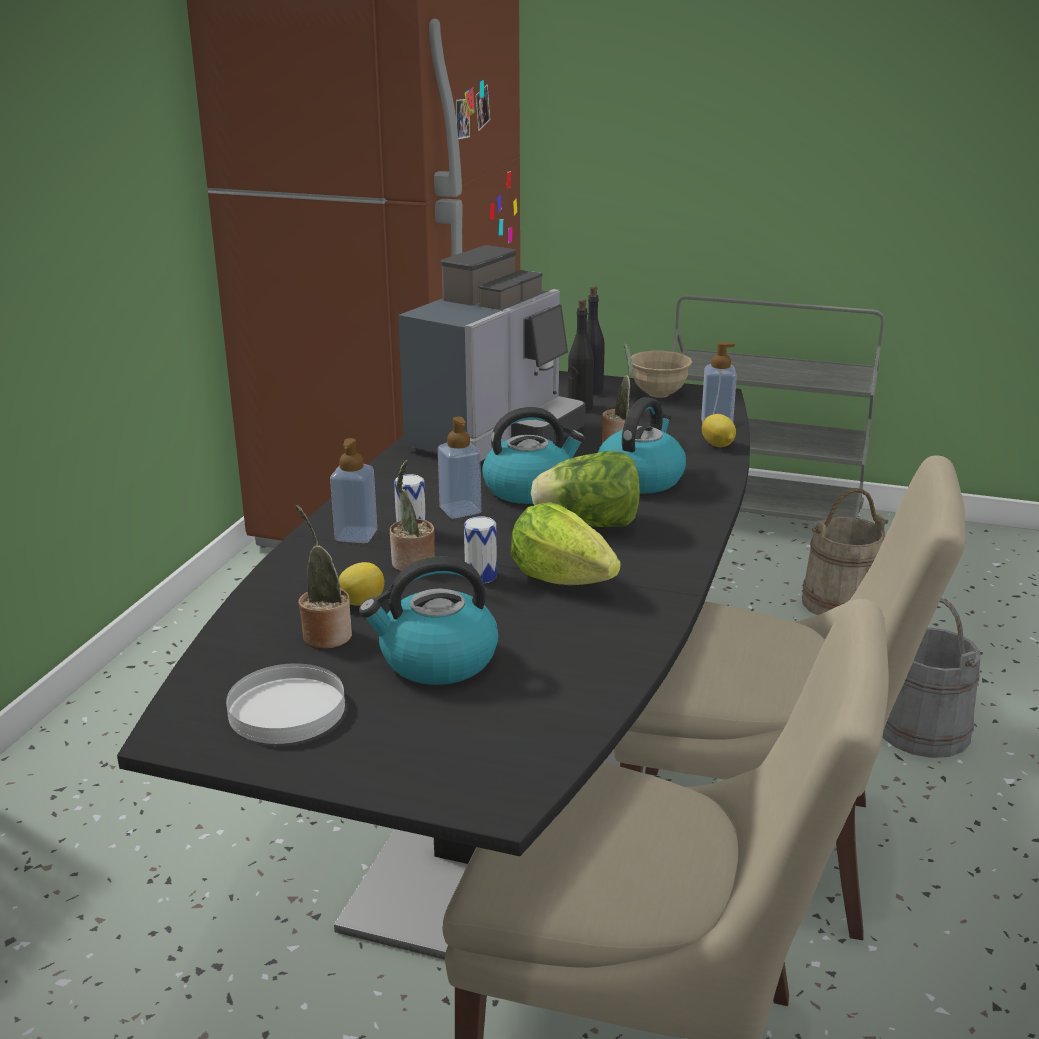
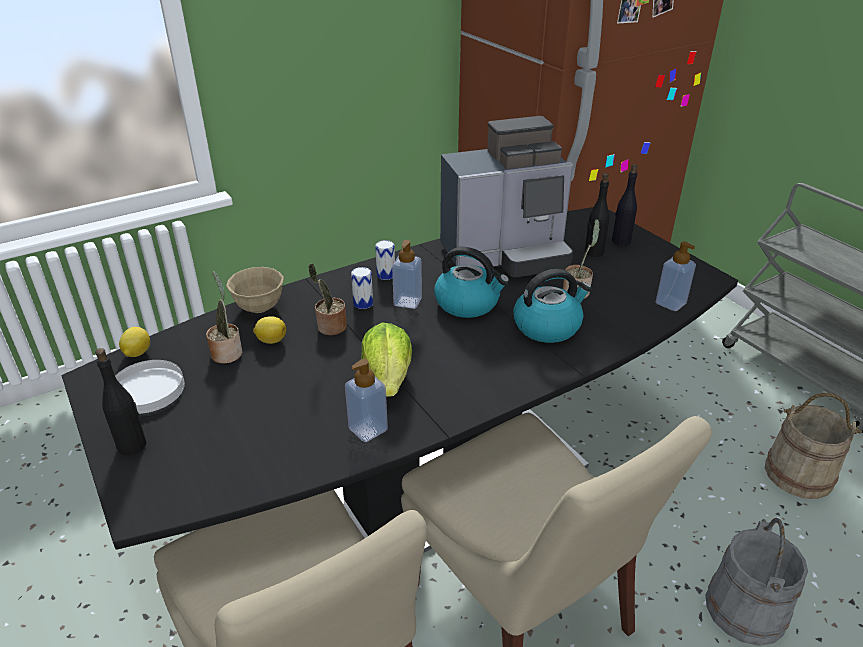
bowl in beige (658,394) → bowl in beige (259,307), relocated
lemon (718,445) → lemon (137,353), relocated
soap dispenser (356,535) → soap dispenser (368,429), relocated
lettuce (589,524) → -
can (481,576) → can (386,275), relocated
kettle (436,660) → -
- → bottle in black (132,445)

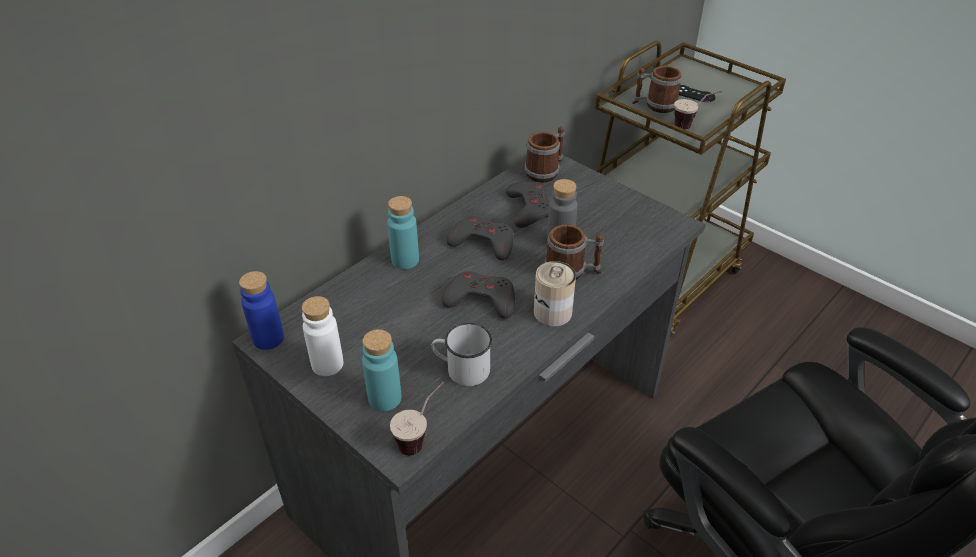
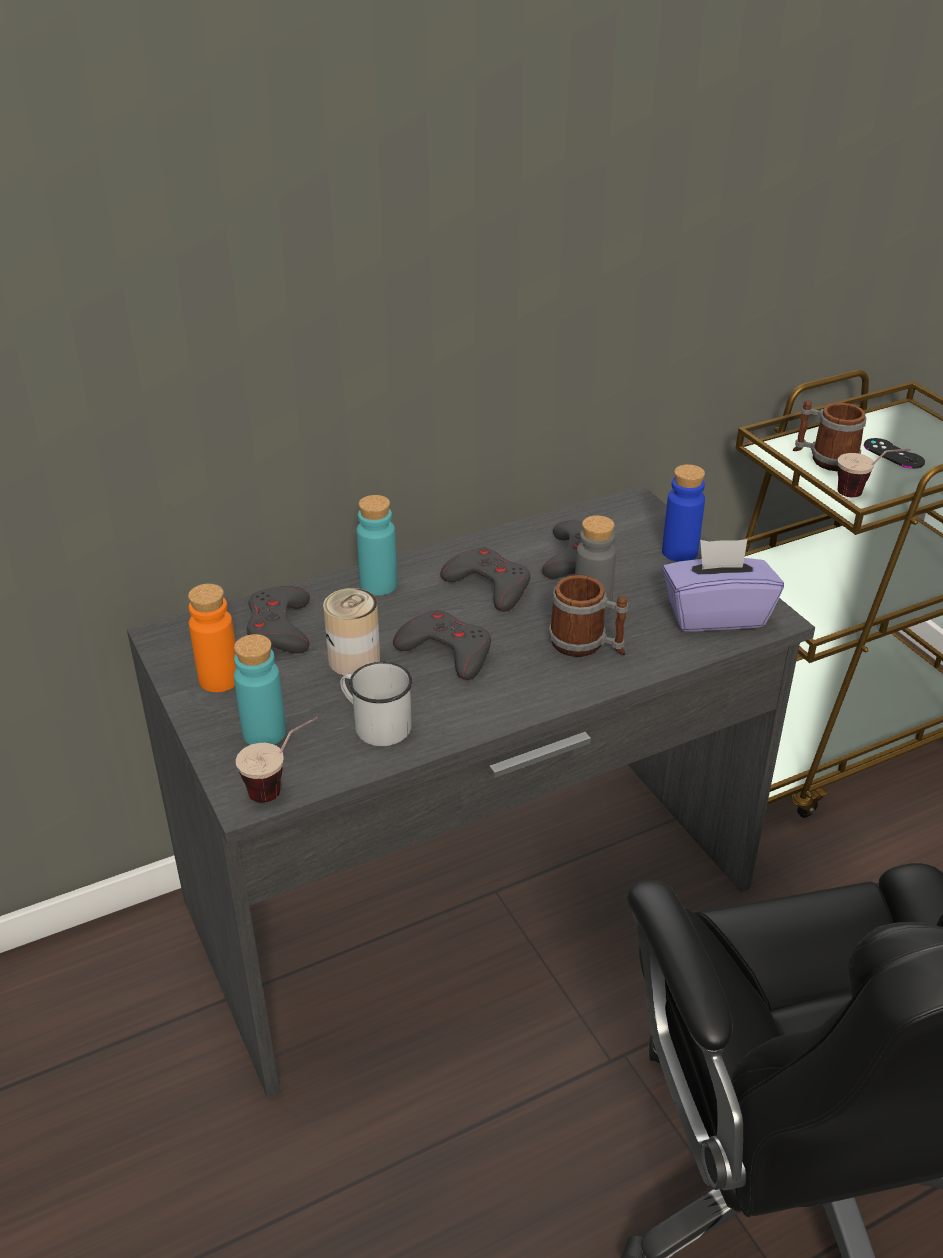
mug (546,171) → -
can (552,312) → can (354,659), relocated
bottle in blue (268,338) → bottle in blue (679,552), relocated
bottle in white (327,364) → bottle in orange (219,679)
- → tissue box in purple (715,614)
- → game controller in grey (280,628)

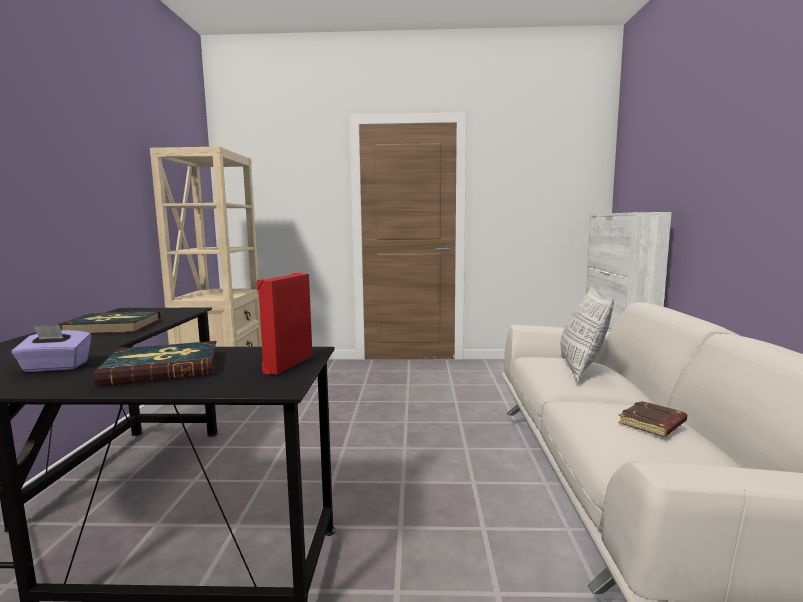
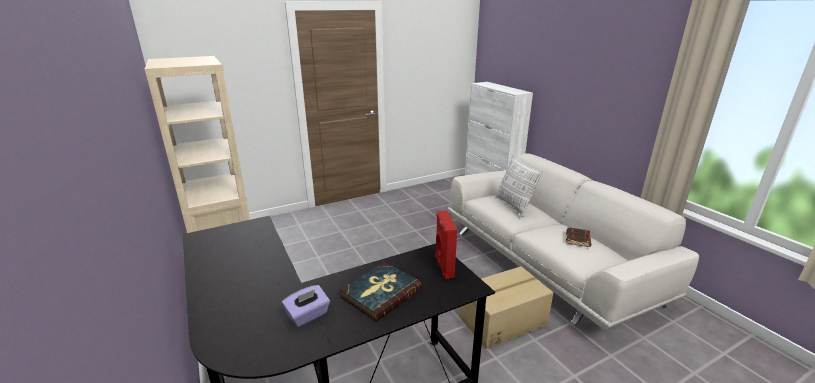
book (113,327) → -
- → cardboard box (501,320)

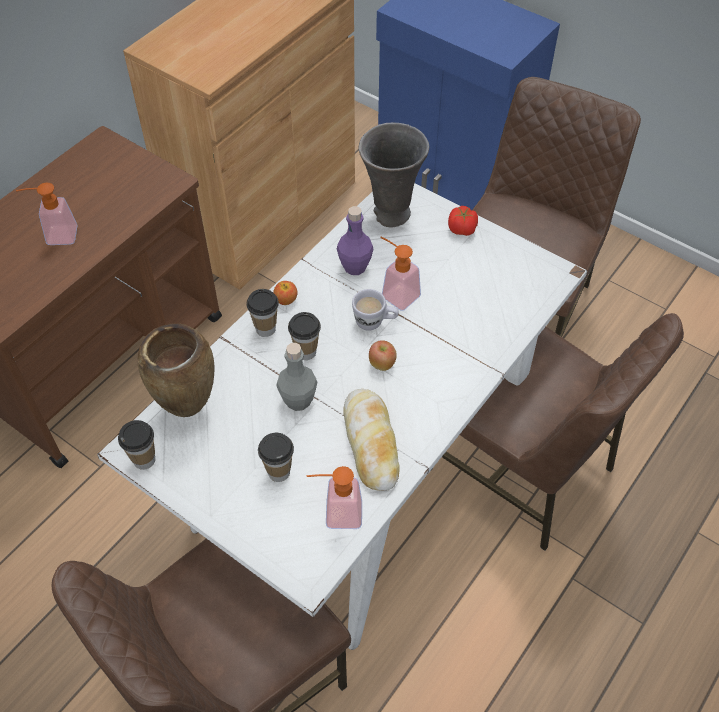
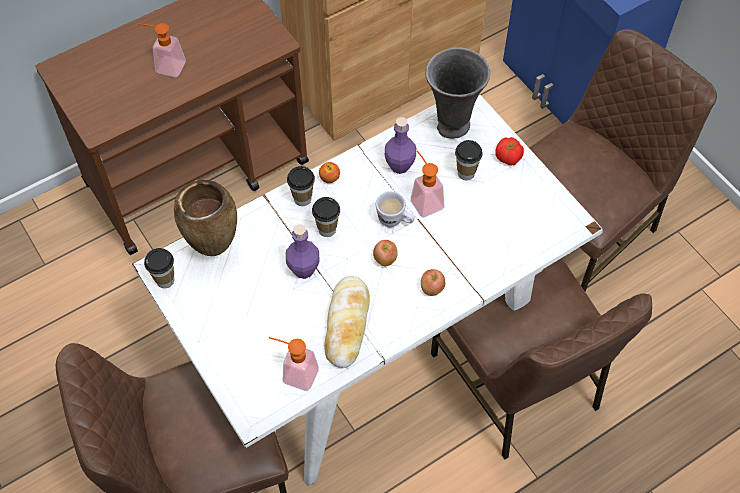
bottle in grey (298,400) → bottle in purple (303,269)
cup (279,472) → cup (466,173), relocated
- → apple (431,289)

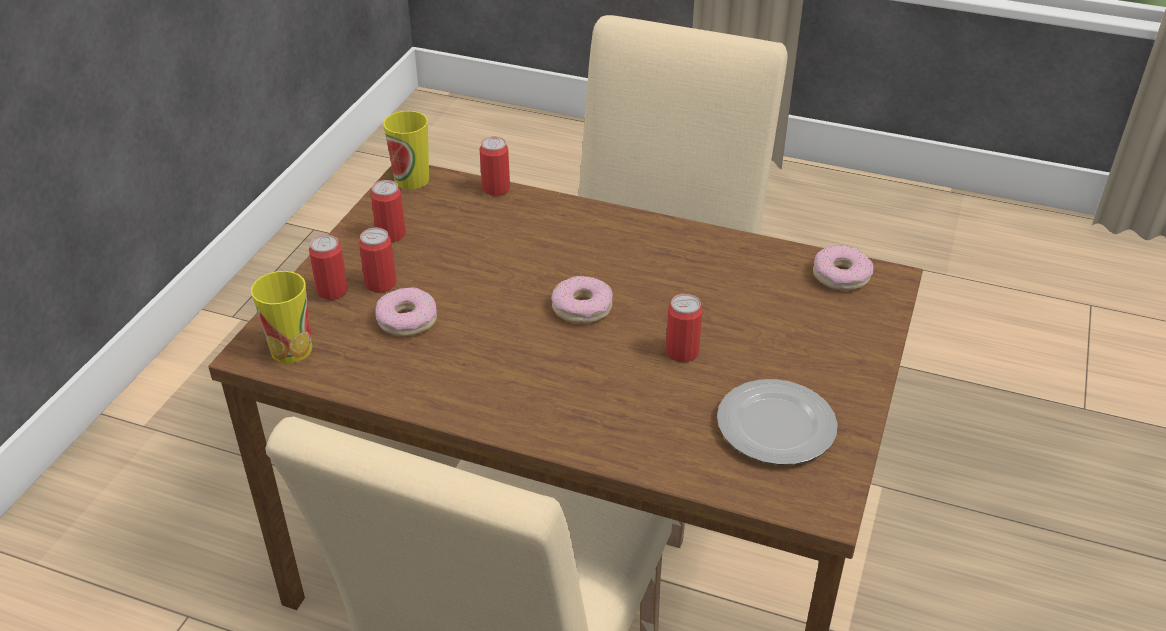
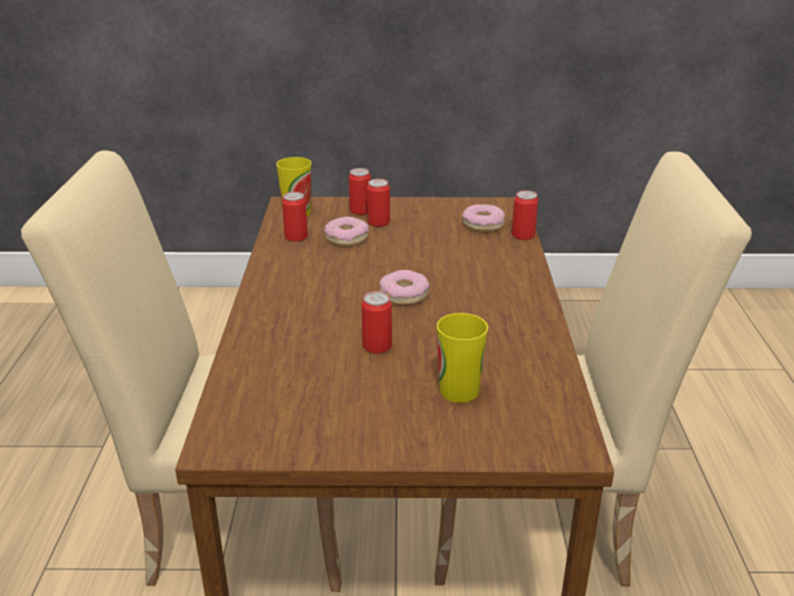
cup (412,180) → cup (459,390), relocated
can (391,234) → can (296,236), relocated
donut (841,275) → donut (483,224), relocated
plate (775,427) → -

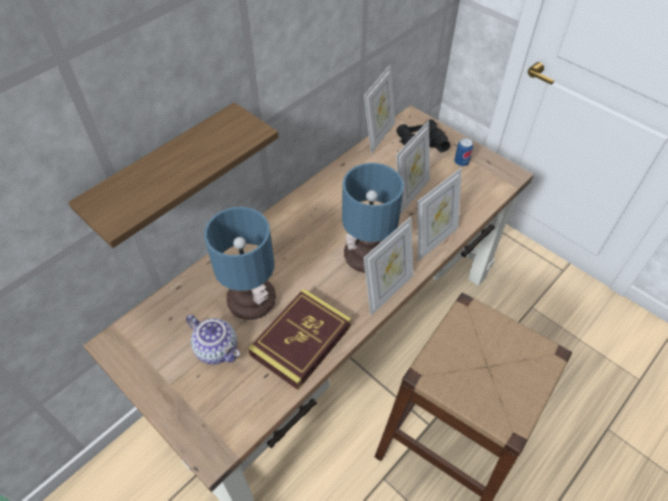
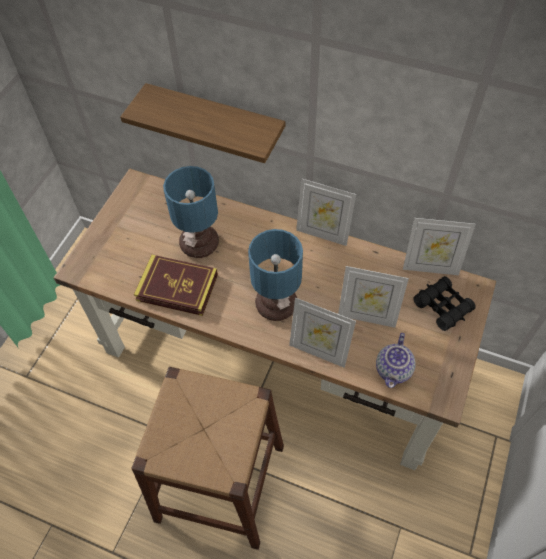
can (461,162) → -
picture frame (387,291) → picture frame (323,233), relocated
teapot (218,349) → teapot (394,370), relocated

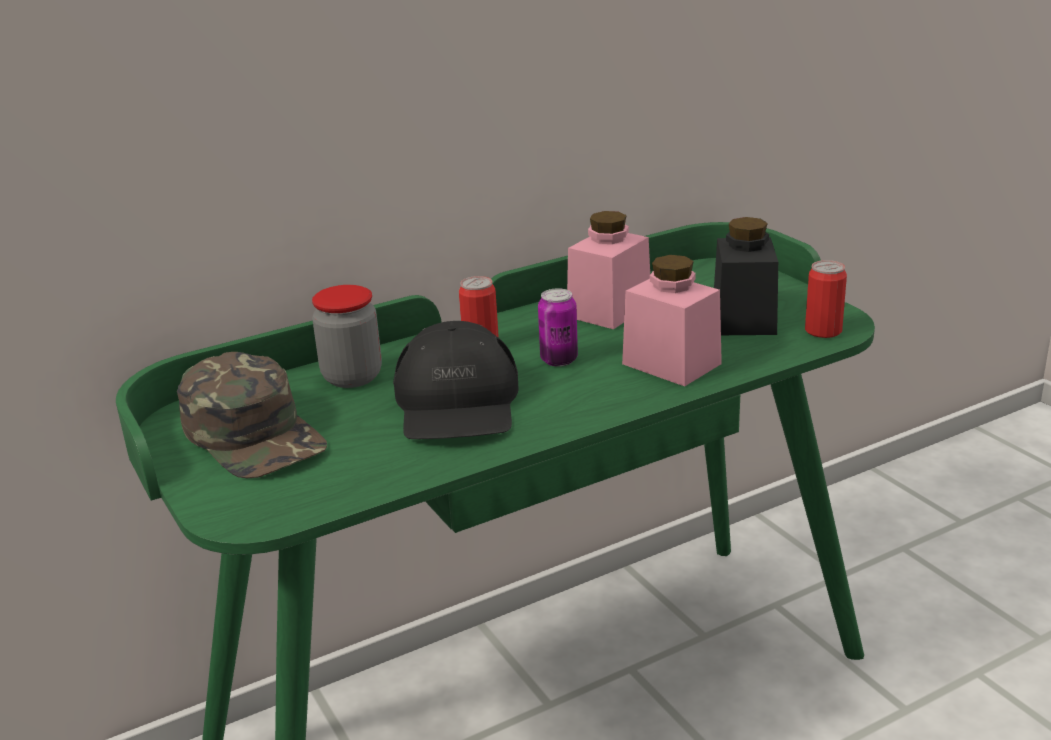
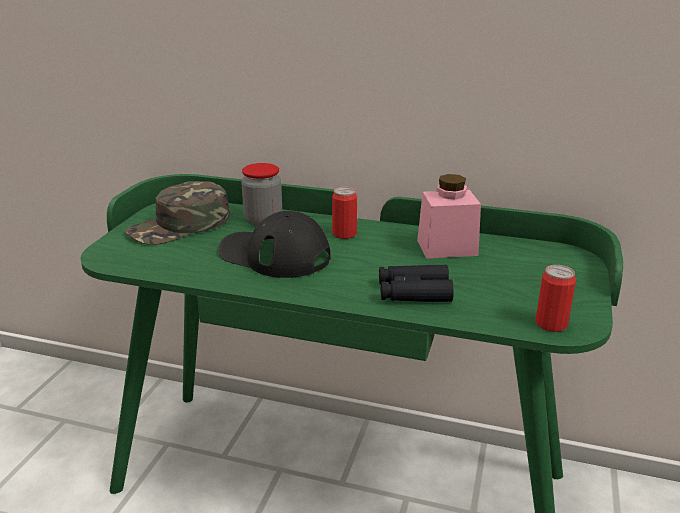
jar in black (744,319) → -
jar in pink (671,364) → binoculars in black (414,292)
can (559,360) → -
cap in black (457,403) → cap in black (274,255), 75 degrees clockwise
cap in green (255,434) → cap in green (180,226), 45 degrees clockwise

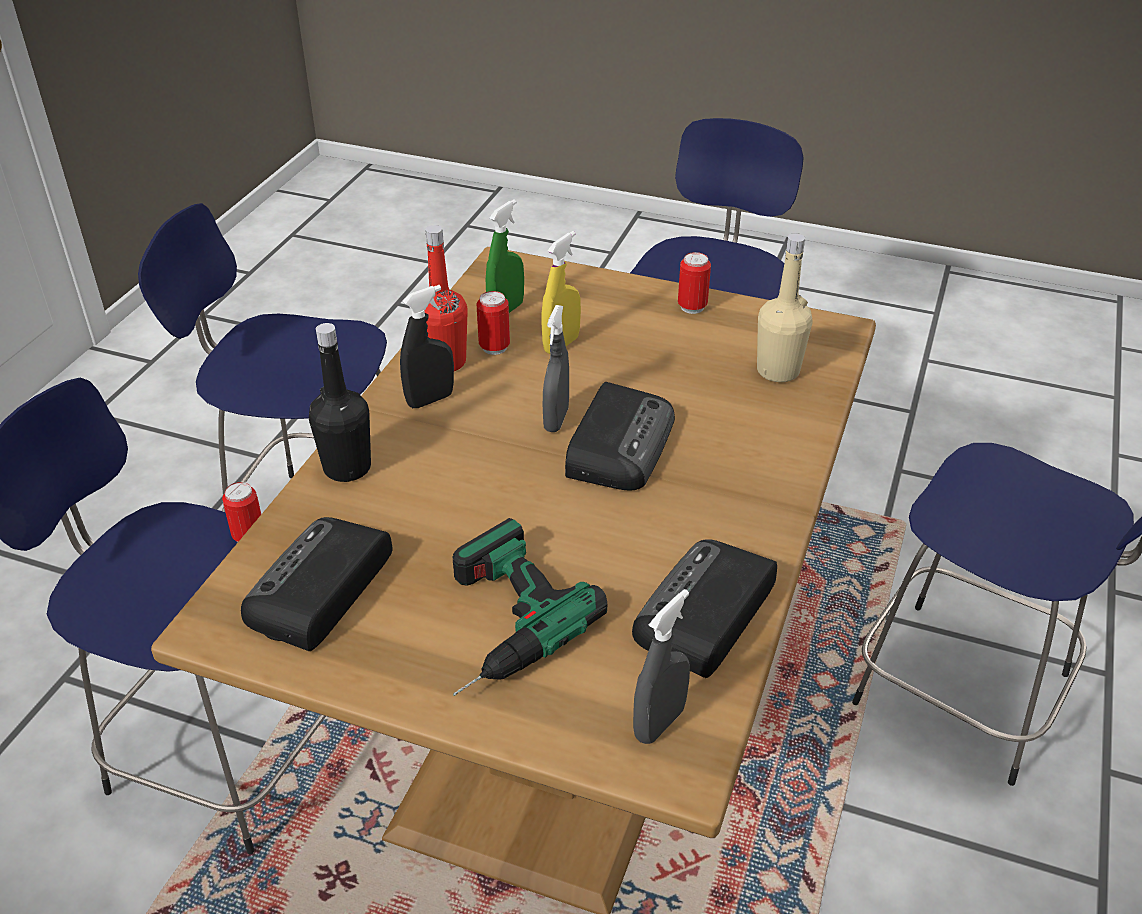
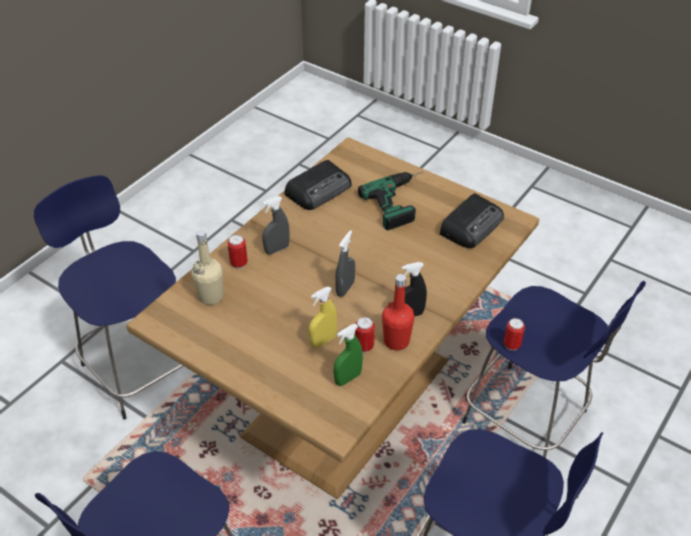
can (692,307) → can (239,263), relocated
bottle in black (347,468) → -
radio (620,444) → -
spray bottle in grey (659,723) → spray bottle in grey (277,249), relocated

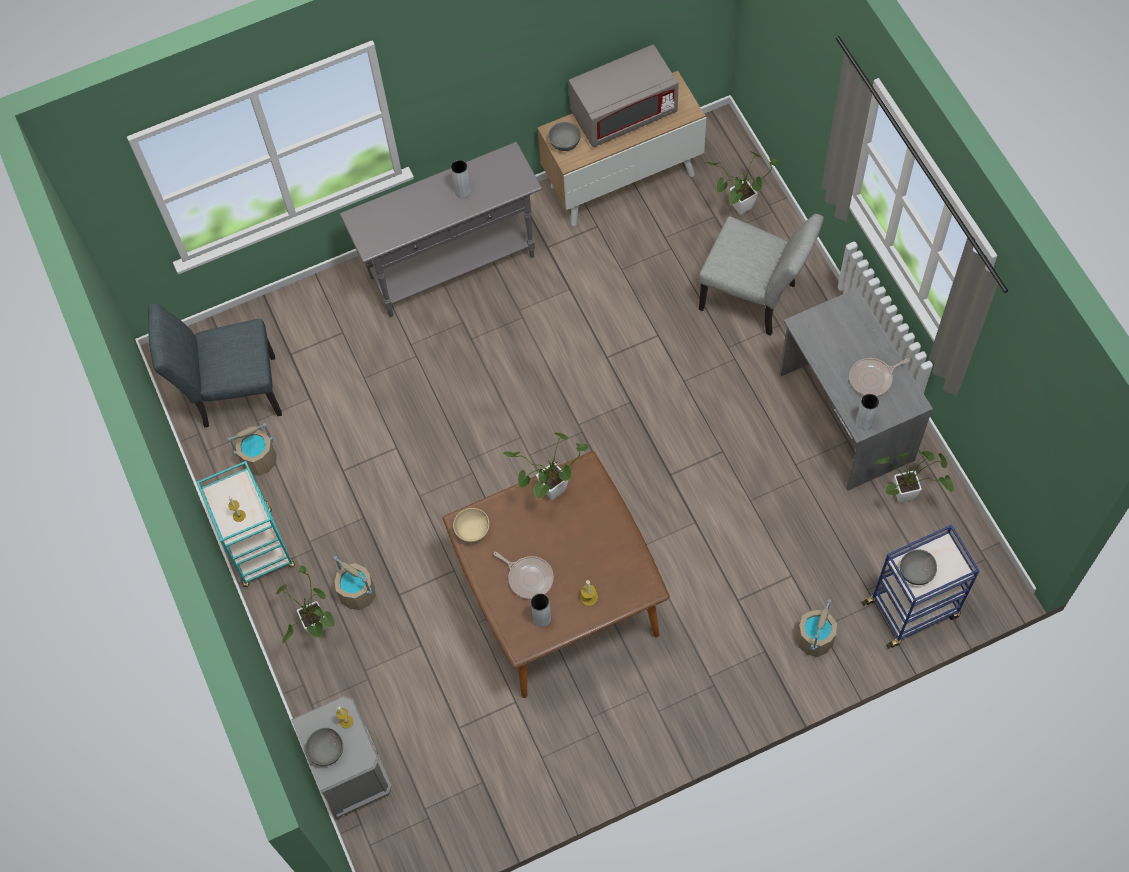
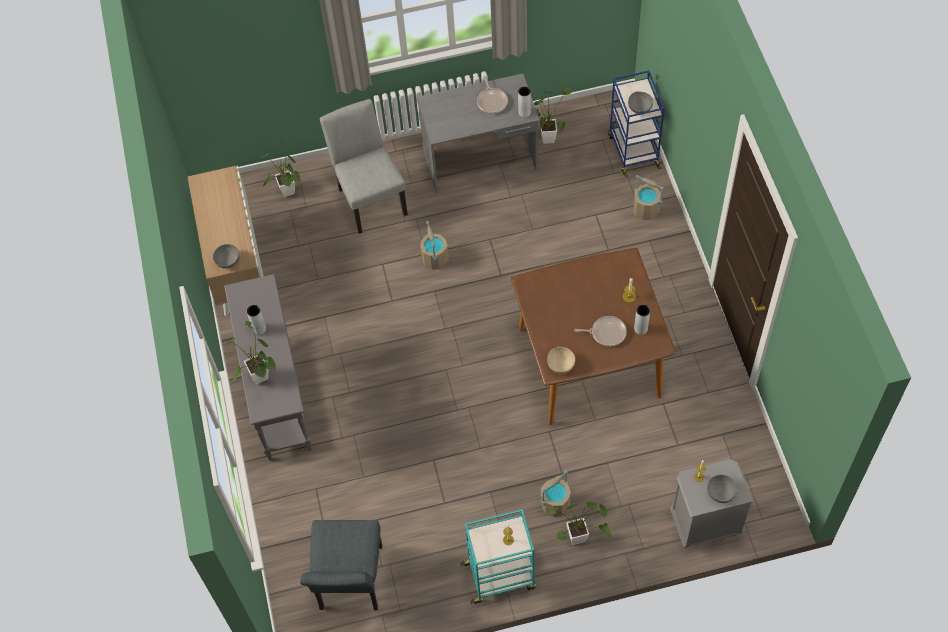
microwave in grey (623,113) → -
chair in grey (755,299) → chair in grey (370,197), 60 degrees counterclockwise
bucket in beige (260,459) → bucket in beige (435,259), relocated
potted plant (549,493) → potted plant (261,380), relocated
frying pan (529,577) → frying pan (606,333), 45 degrees clockwise

